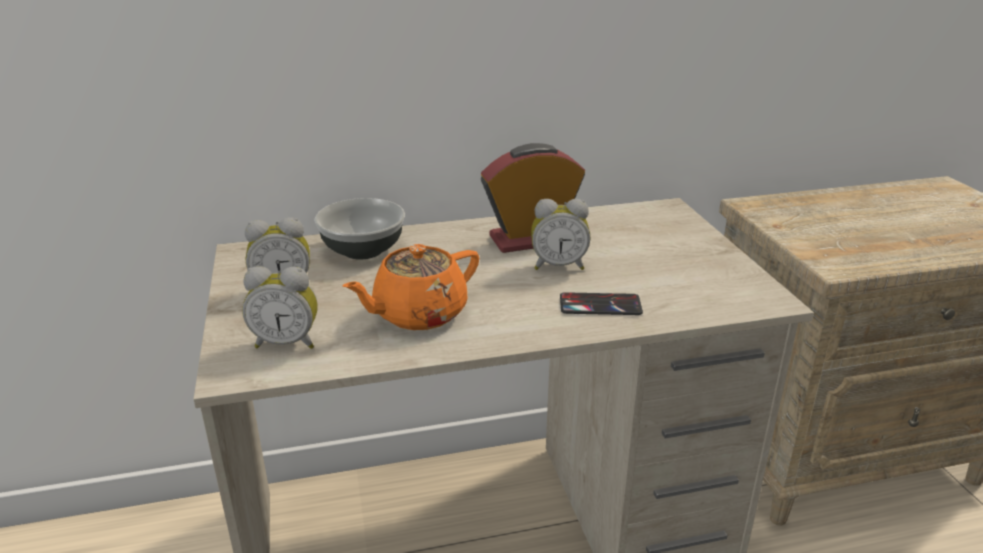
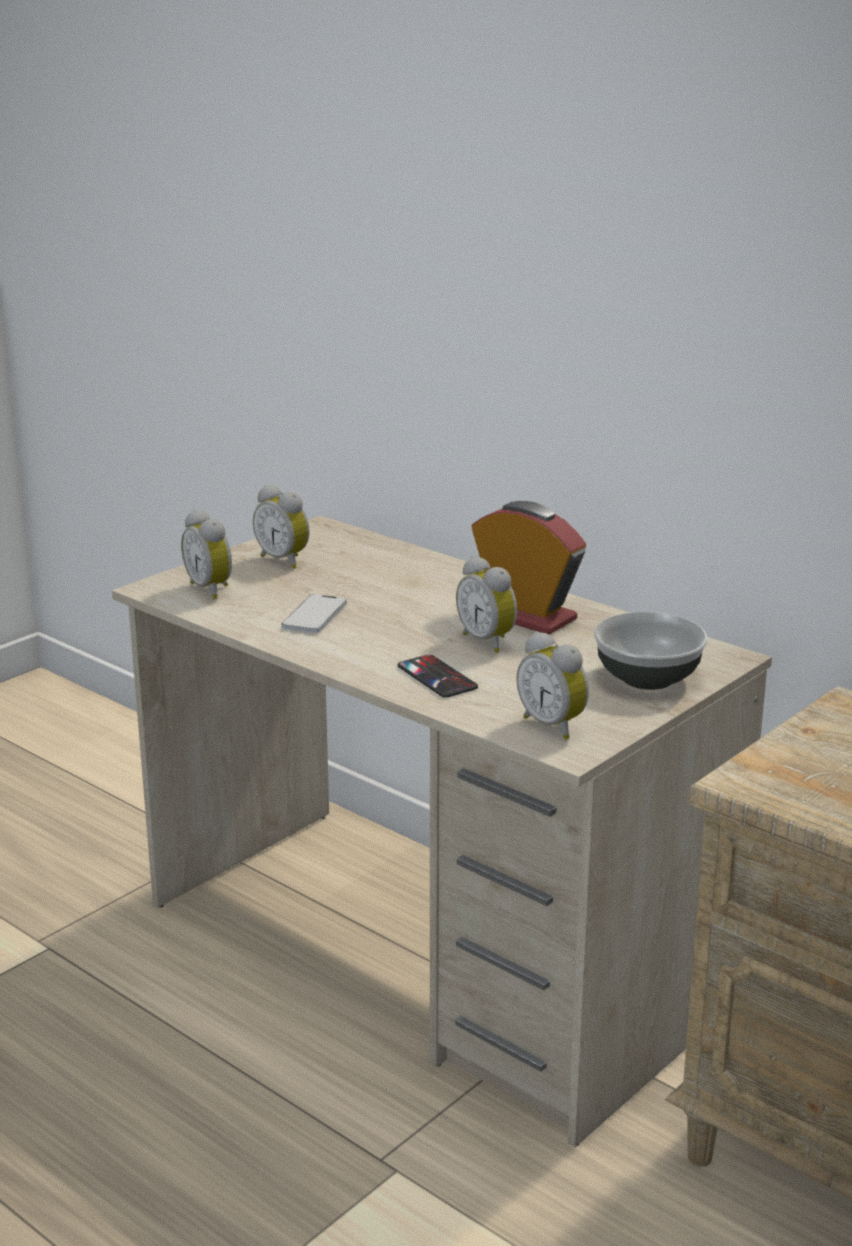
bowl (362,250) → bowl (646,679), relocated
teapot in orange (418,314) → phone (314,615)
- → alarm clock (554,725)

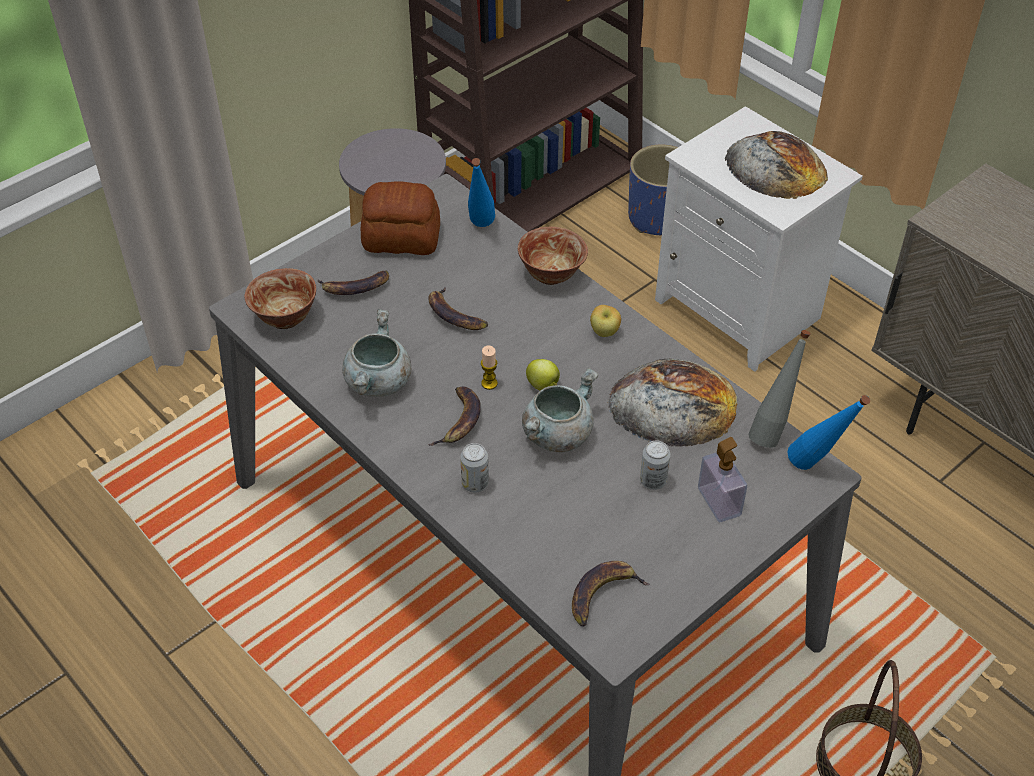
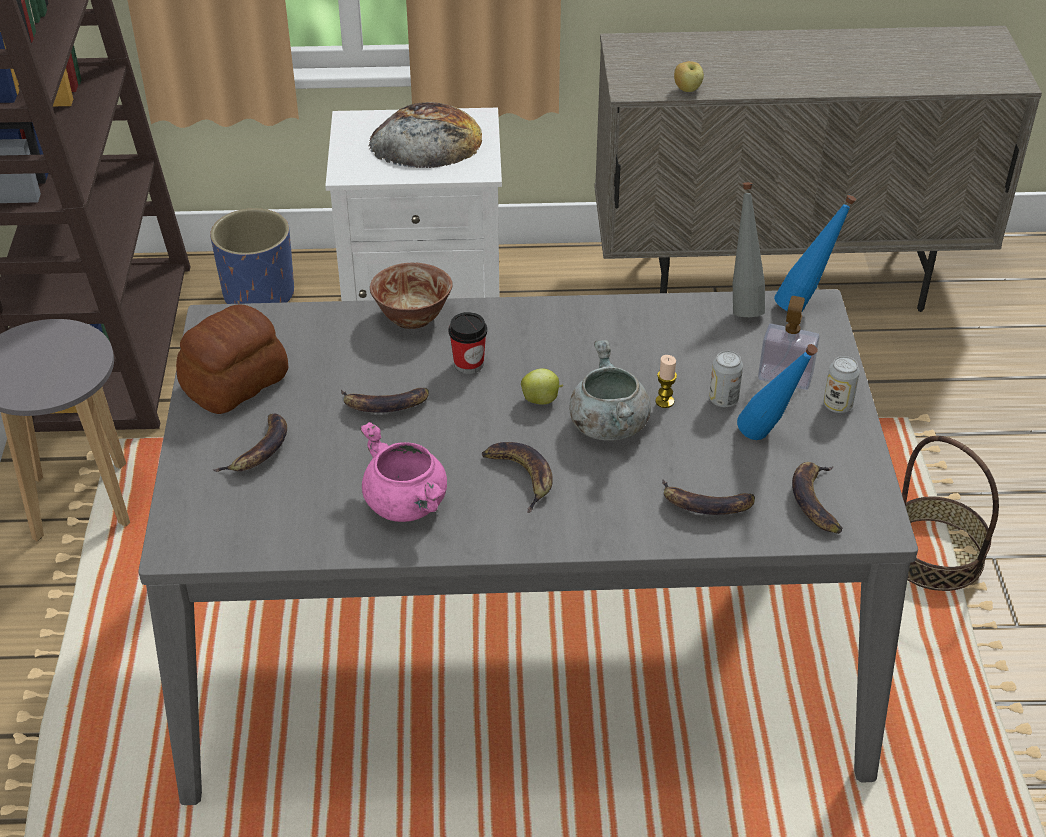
bottle in blue (480,229) → bottle in blue (768,439), relocated
bowl (285,317) → -
apple (604,332) → apple (688,90), relocated
cooking pot in grey (379,383) → cooking pot in pink (408,503)
candle (489,383) → candle (664,401), relocated
bread (673,404) → -
can (475,483) → can (837,405), relocated
- → cup (468,364)
- → banana (705,505)

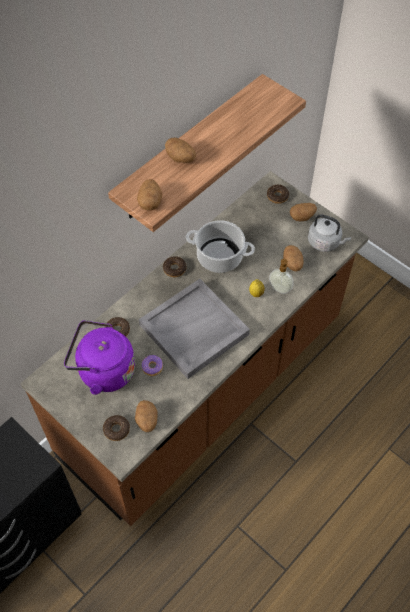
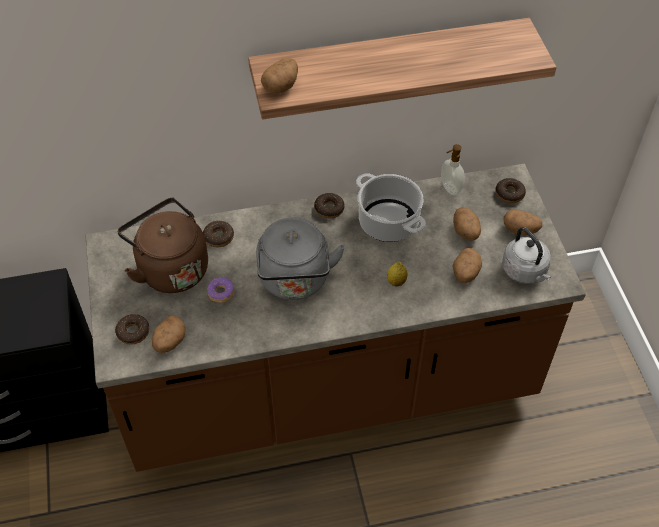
potato (181,158) → potato (466,232), relocated
soap dispenser (279,289) → soap dispenser (449,188), relocated
tray in grey (194,330) → kettle in grey (295,281)
kettle in purple (103,371) → kettle in brown (170,268)

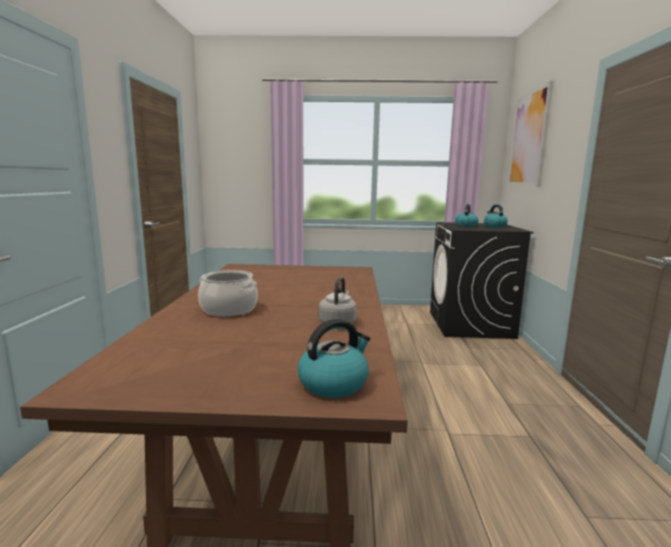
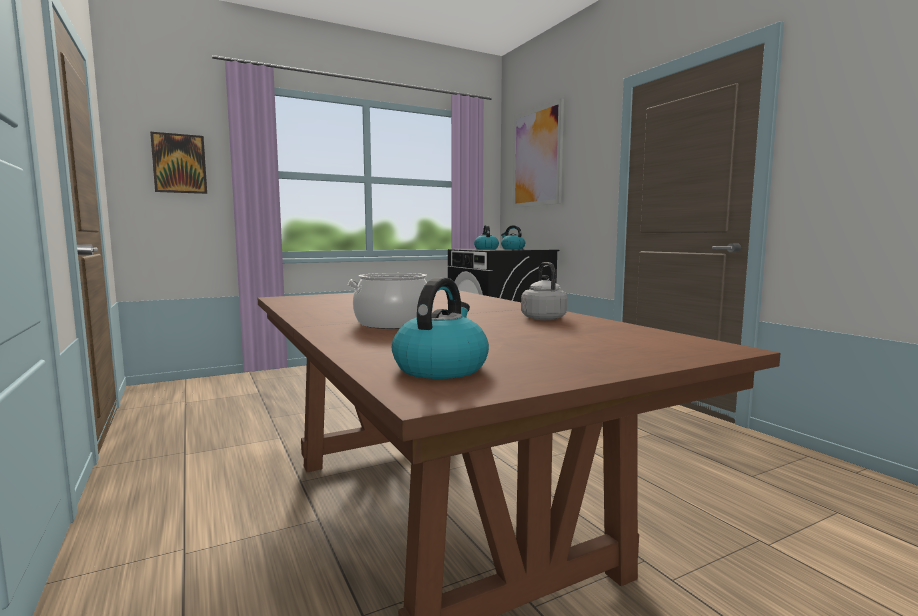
kettle (334,383) → kettle (441,368), relocated
- → picture (179,163)

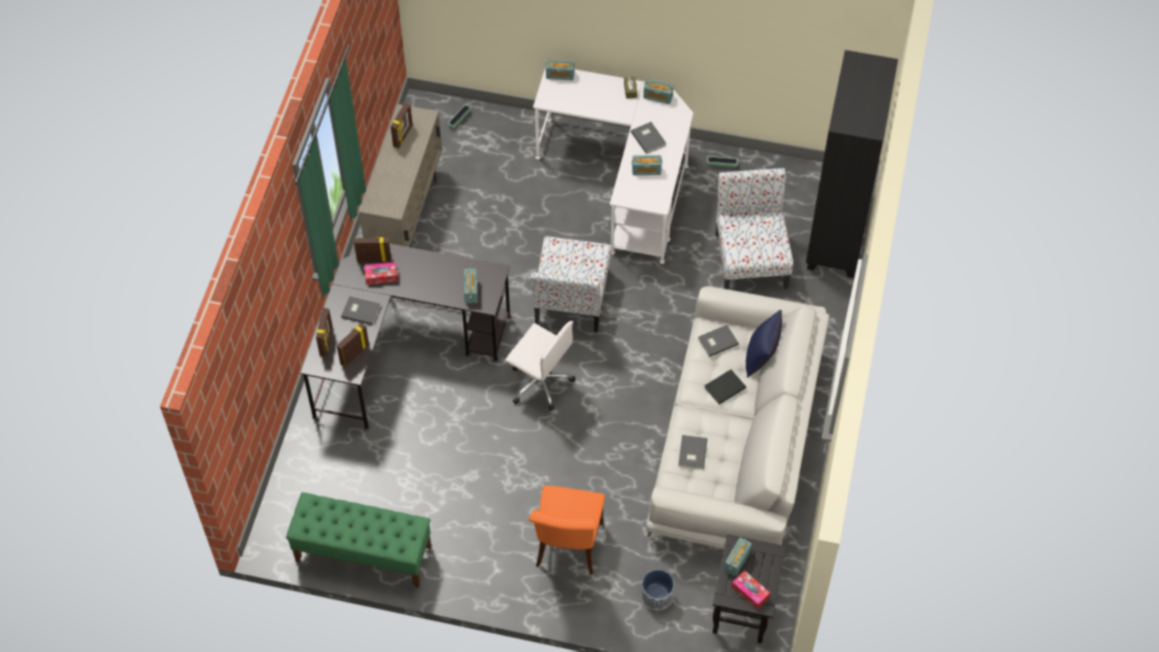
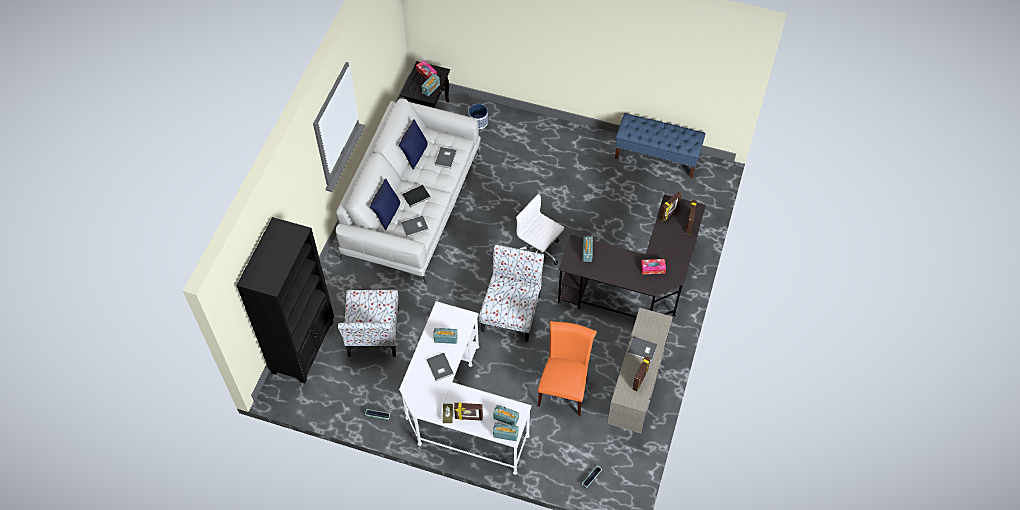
radio (658,97) → radio (506,418), relocated
picture frame (374,259) → picture frame (469,418), relocated
book in grey (361,310) → book in grey (642,350), relocated
chair in orange (568,549) → chair in orange (564,389), relocated
bench in green (363,553) → bench in blue (657,157)
- → pillow in blue (414,155)

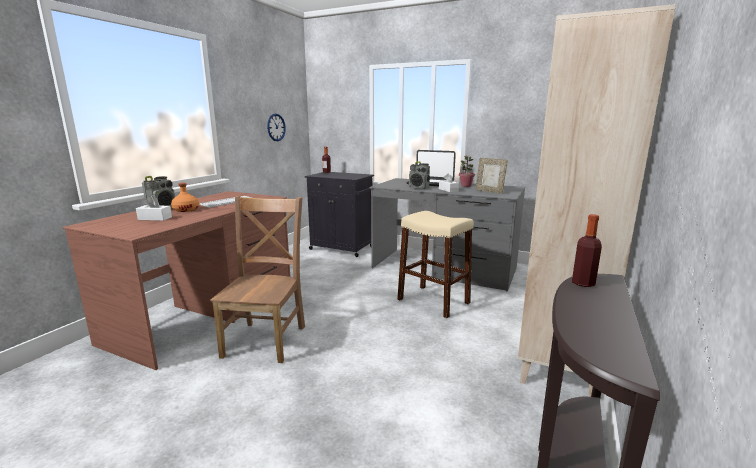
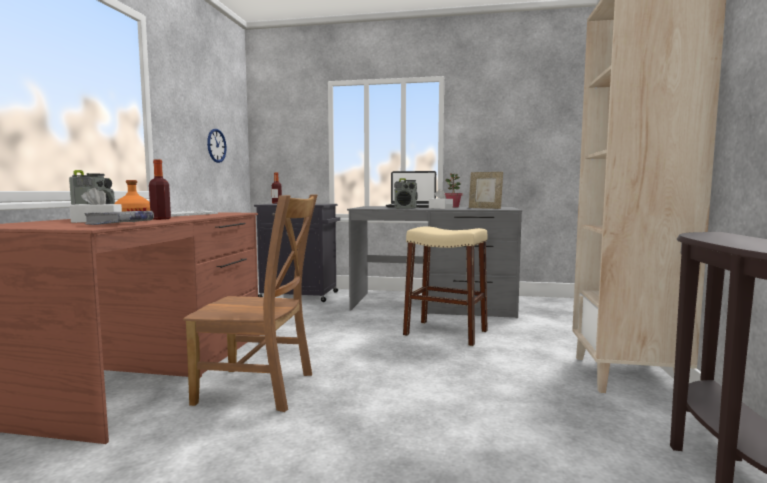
chair in brown (266,339) → chair in brown (260,389), 105 degrees clockwise
bottle (583,283) → bottle (160,219), relocated
- → book in grey (121,224)

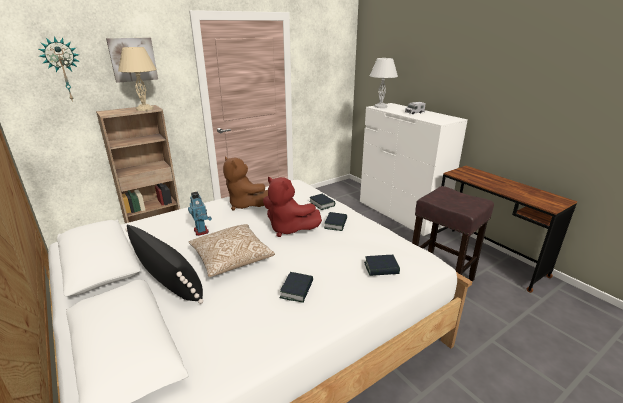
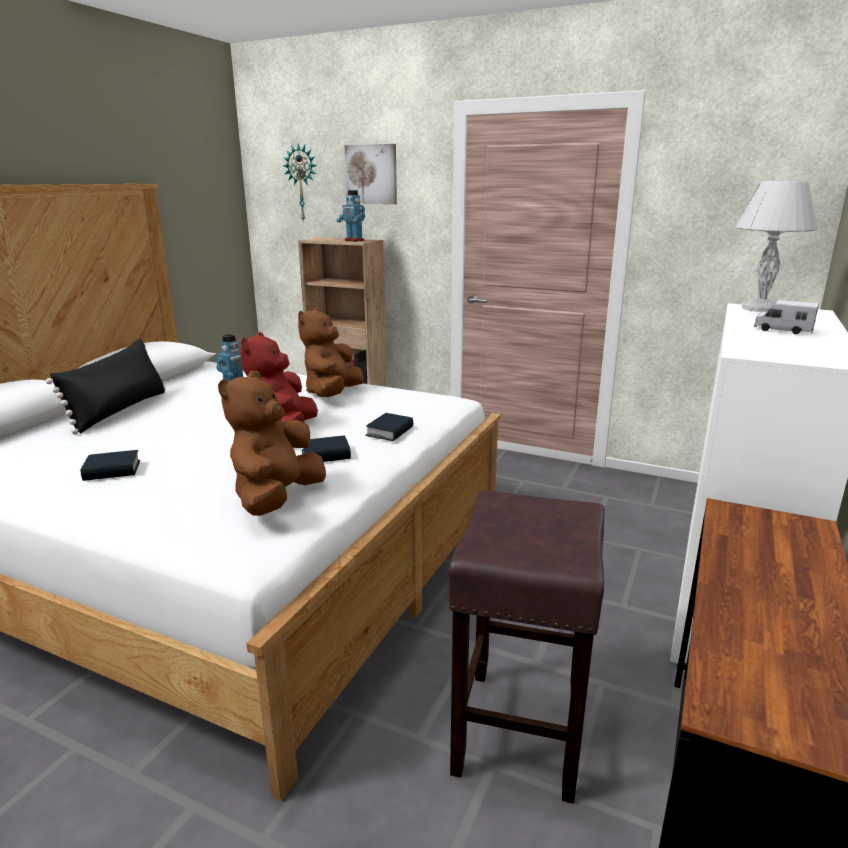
table lamp in beige (145,109) → toy robot (353,240)
pillow (231,259) → -
book (381,268) → -
- → plush toy in brown (277,499)

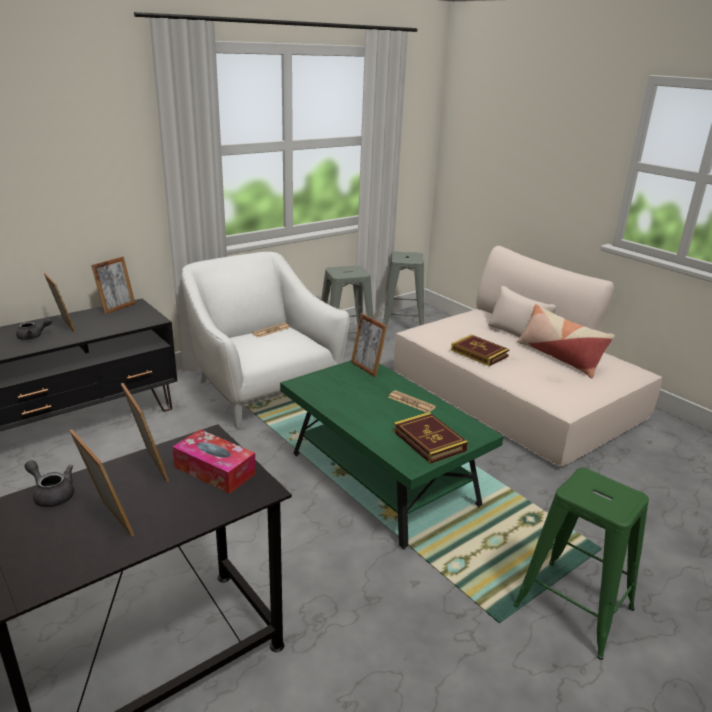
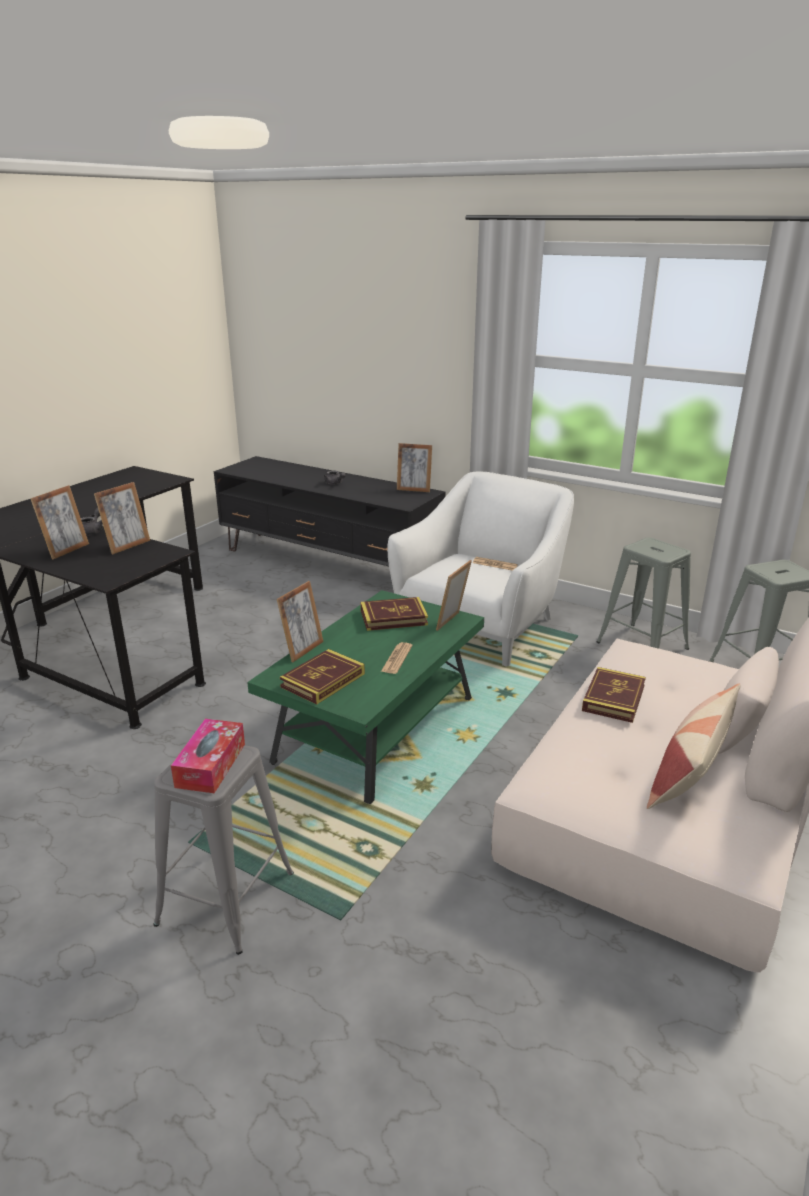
picture frame (64,326) → picture frame (302,650), relocated
tissue box (215,470) → tissue box (211,765), relocated
stool in green (573,607) → stool in grey (226,898)
- → book (393,618)

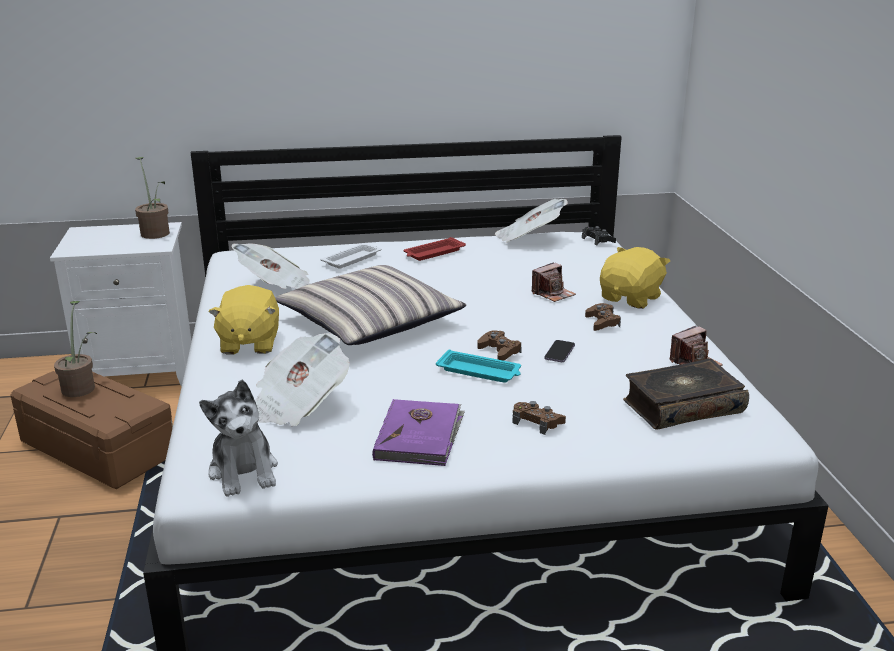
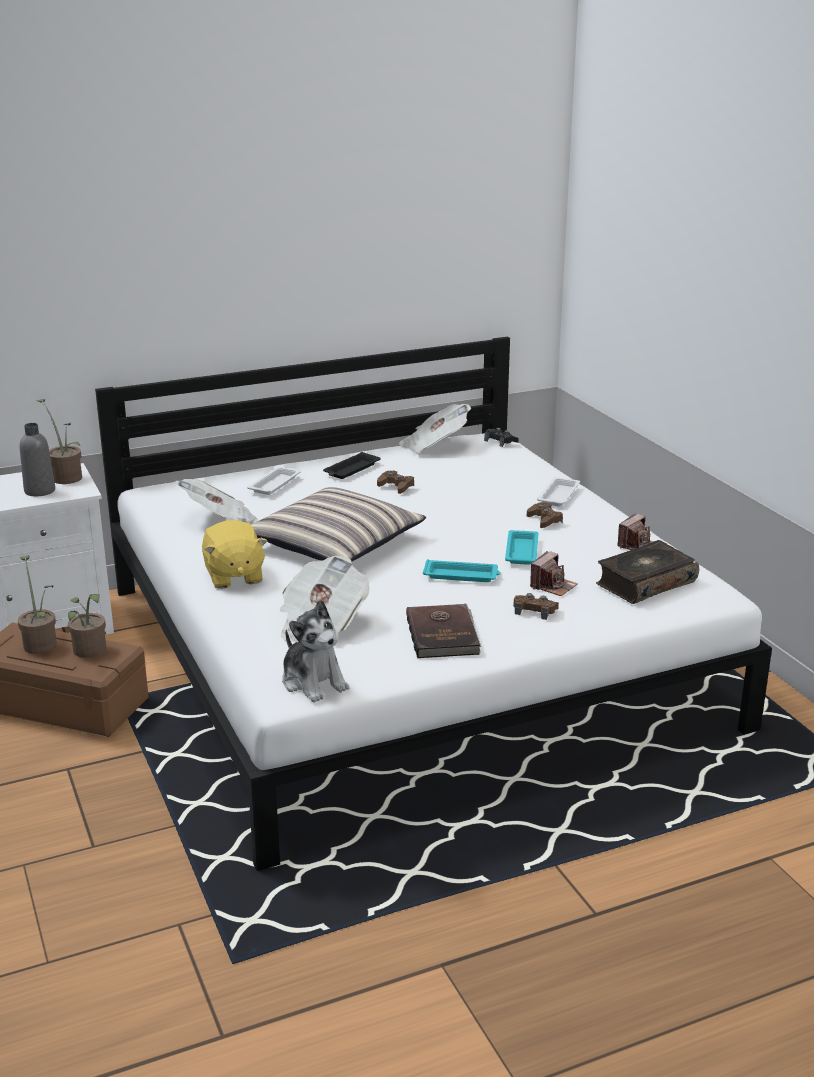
tray in red (433,253) → tray in black (351,470)
plush toy in yellow (631,298) → tray in white (559,495)
photo camera (553,294) → photo camera (553,586), relocated
game controller in brown (499,351) → game controller in brown (396,486), relocated
phone (559,352) → tray in turquoise (521,551)
book in purple (420,436) → book in brown (443,634)
- → bottle in grey (39,491)
- → potted plant (90,652)

